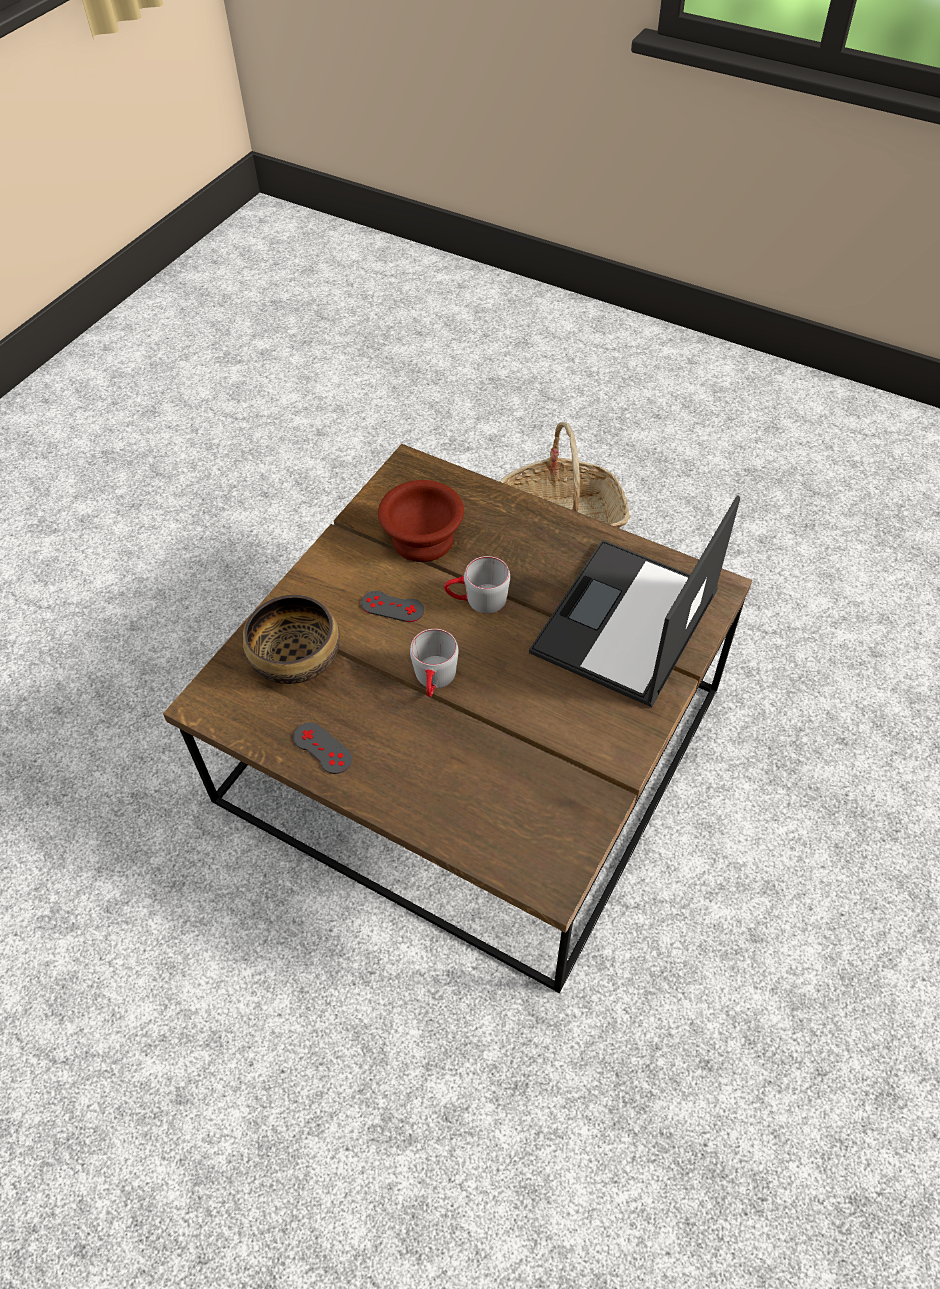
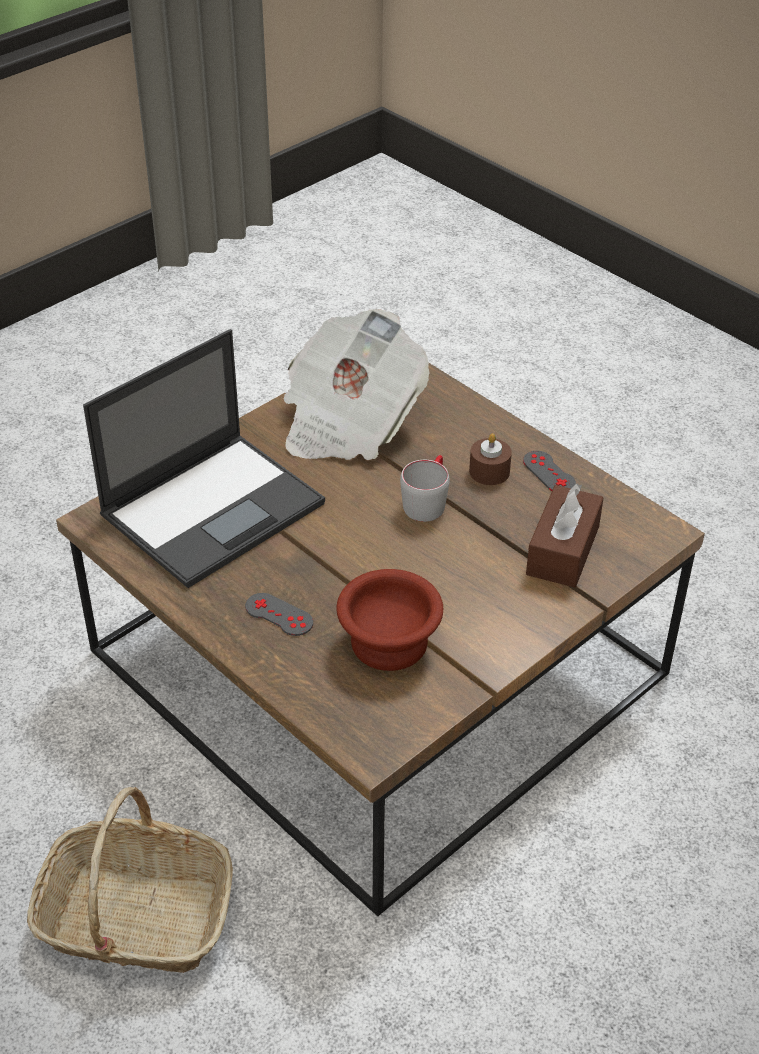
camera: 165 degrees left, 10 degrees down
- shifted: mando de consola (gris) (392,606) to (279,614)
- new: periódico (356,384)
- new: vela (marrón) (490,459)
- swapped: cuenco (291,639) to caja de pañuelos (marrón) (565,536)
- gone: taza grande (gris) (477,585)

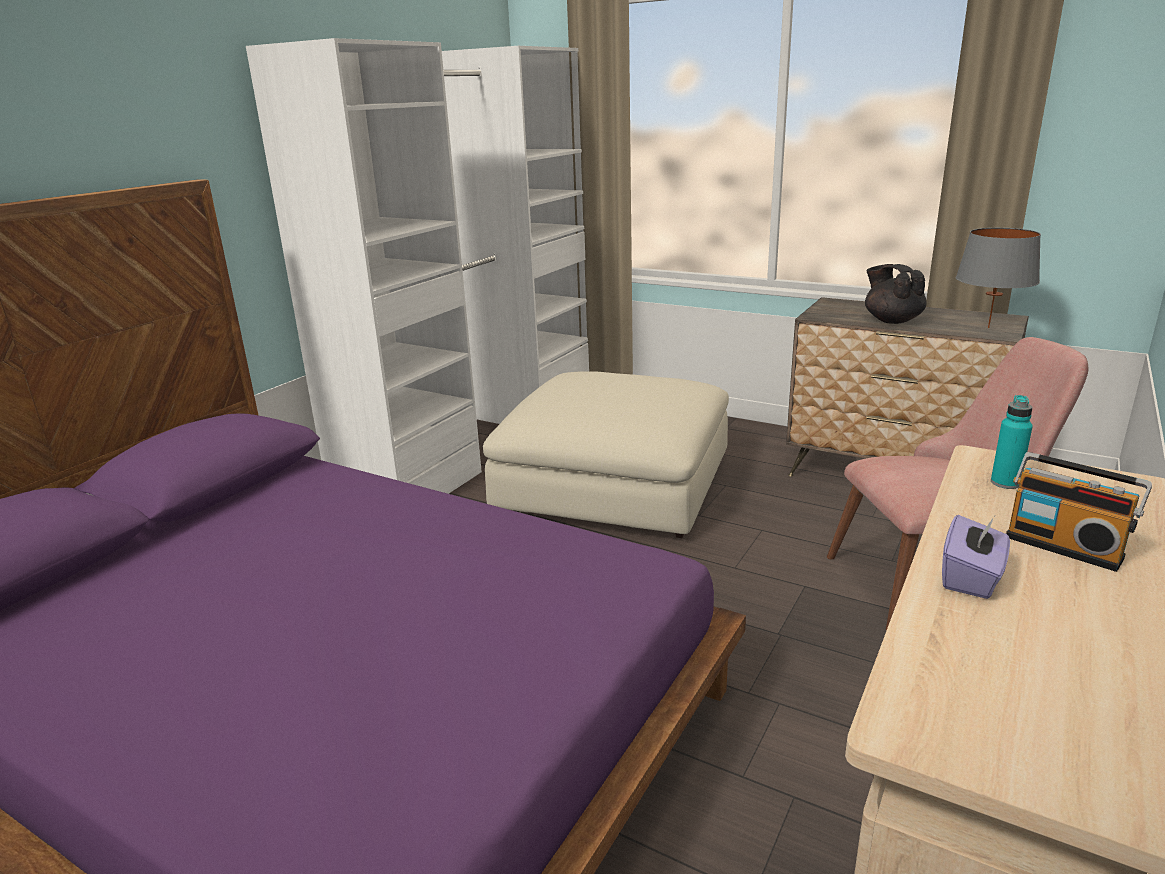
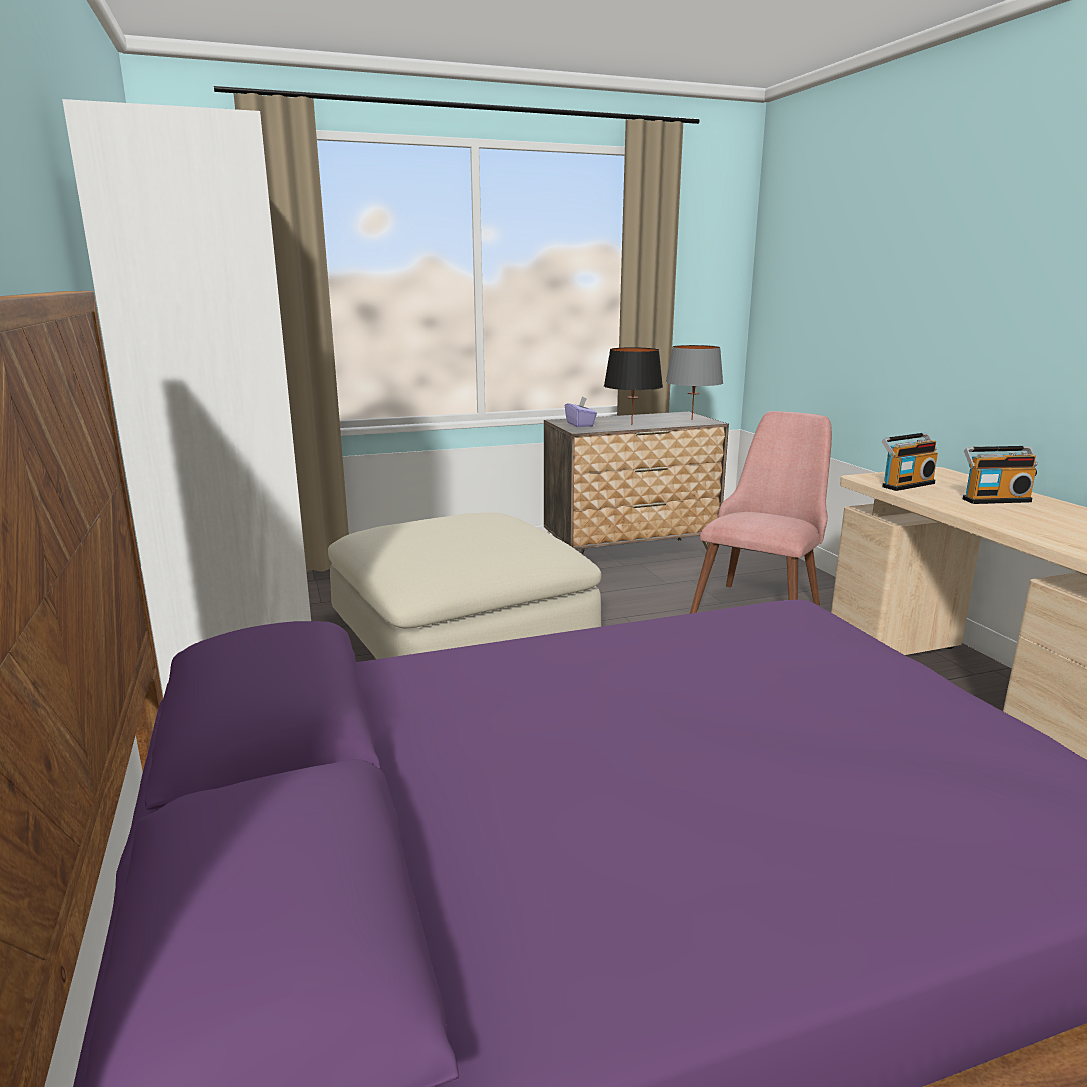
camera: 50 degrees left, 5 degrees down
- shifted: caja de pañuelos (morado) (976,557) to (581,411)
- swapped: tetera (negro) (896,294) to lámpara de mesa (negro) (633,386)
- swapped: botella (turquesa) (1012,442) to radio (910,461)

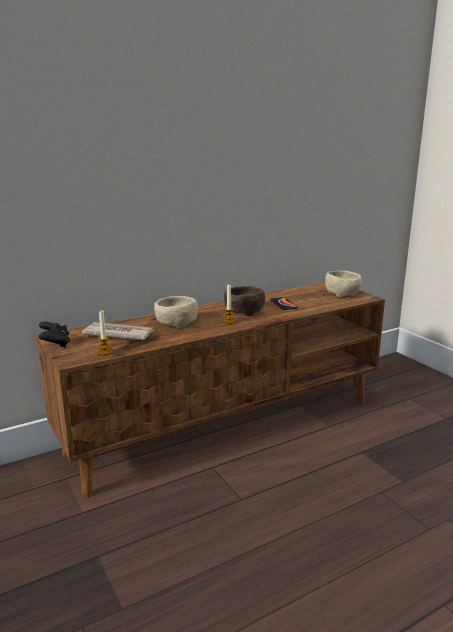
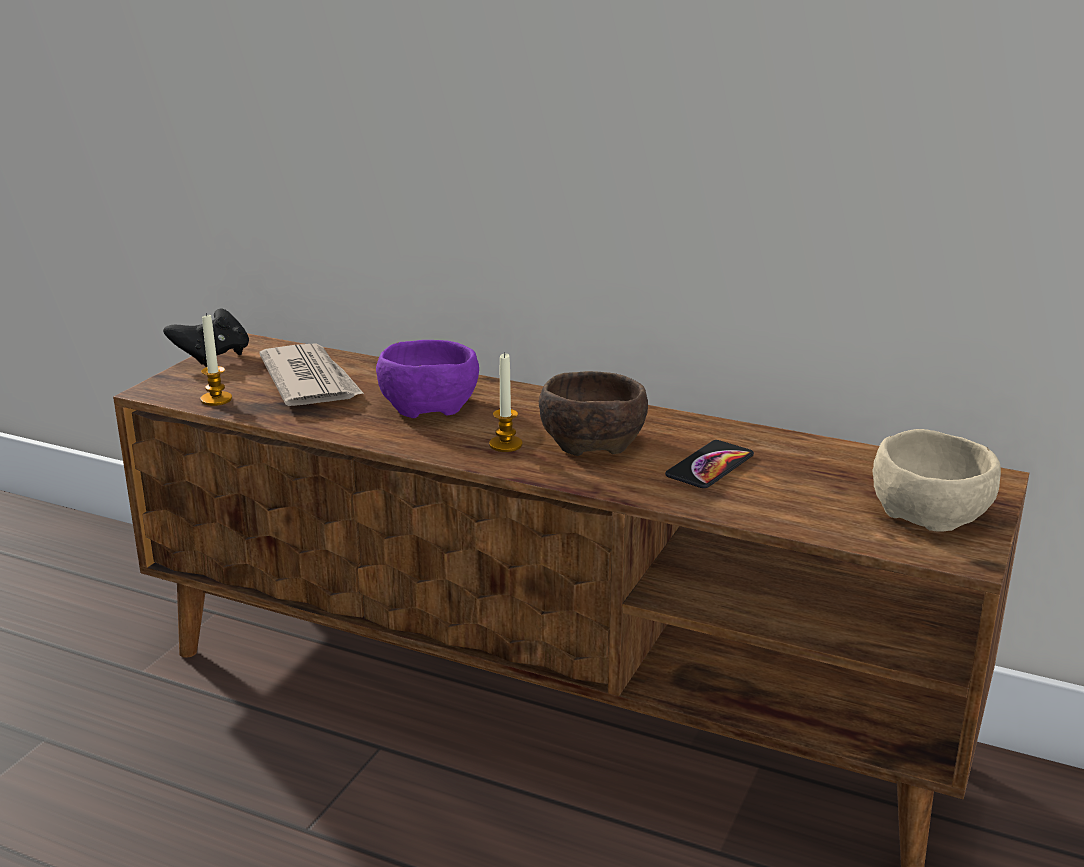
camera: 55 degrees right, 5 degrees up
- repainted: cuenco (beis) (176,312) to cuenco (morado) (427,379)

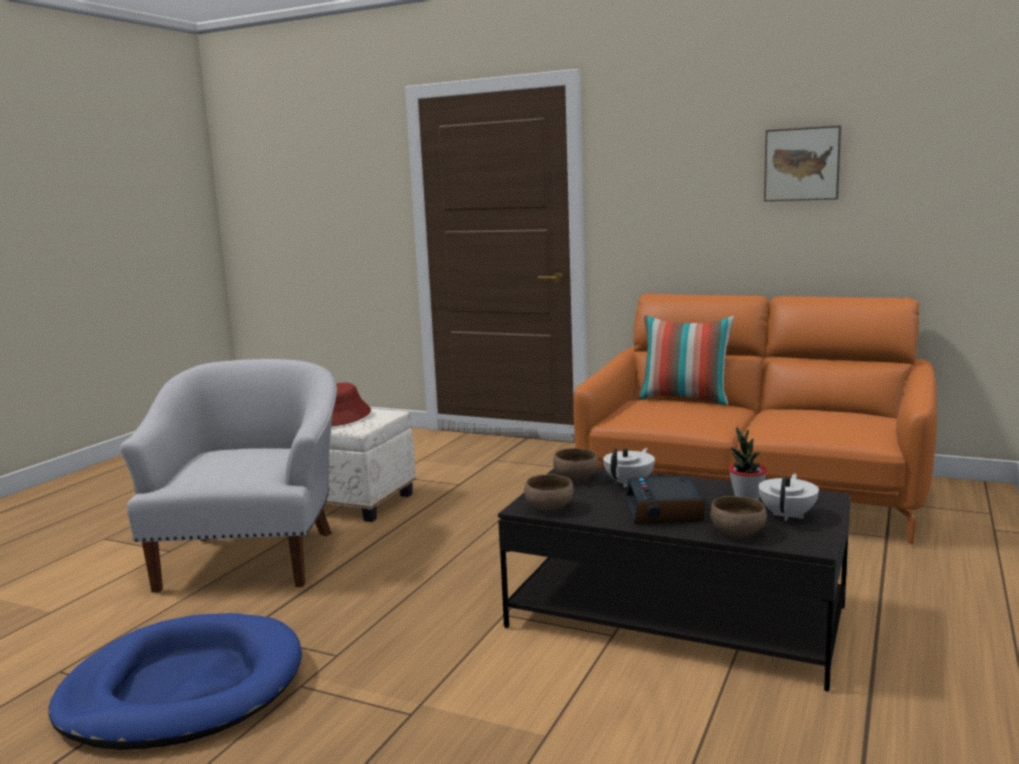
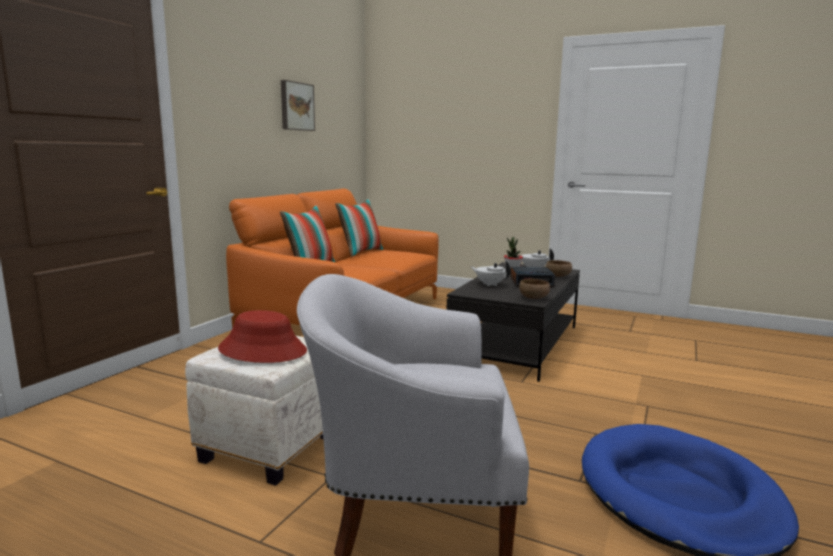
camera: 90 degrees left, 0 degrees up
- new: cojín (359,228)
- gone: cuenco (marrón) (576,464)

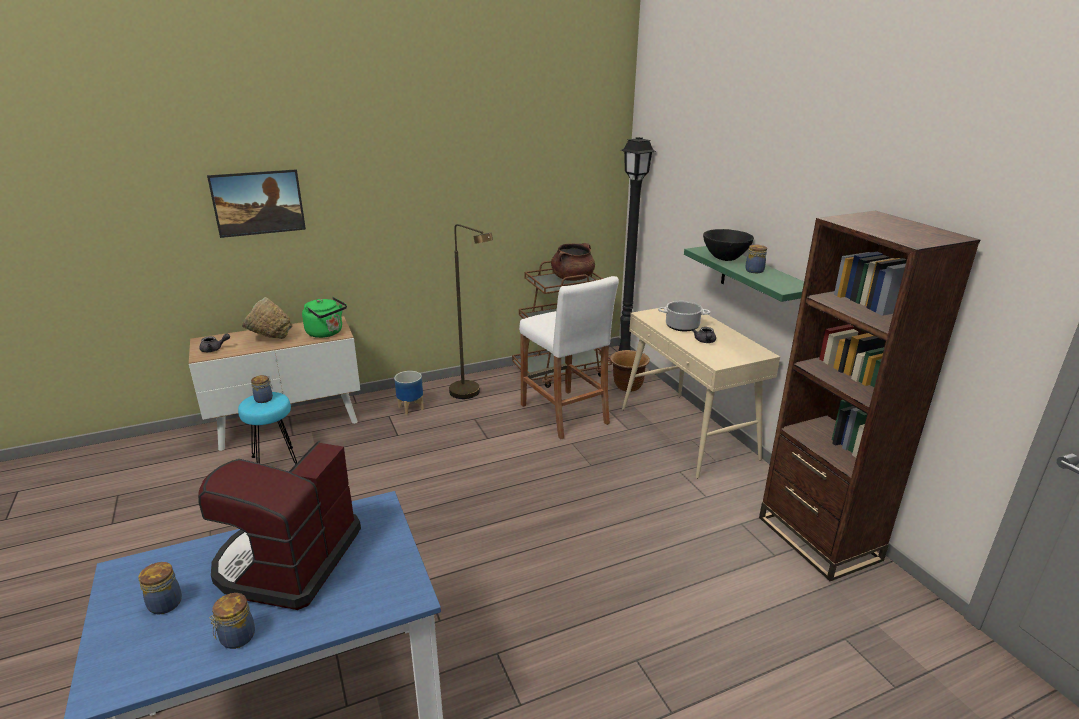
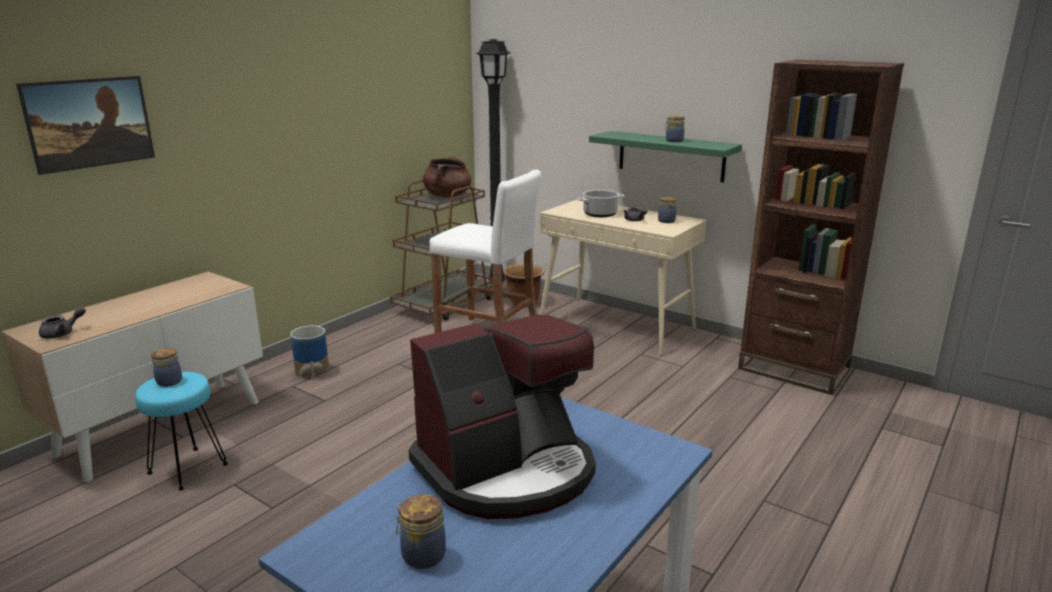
camera: 30 degrees left, 5 degrees down
- rotated: cafetera (279,525) = (502,417) 105 degrees counterclockwise
- shifted: tarro (232,621) to (667,210)
- gone: cuenco (verde) (267,318)
- gone: hervidor (verde) (324,317)
- gone: lámpara de pie (marrón) (471,311)
- gone: cuenco (negro) (728,245)

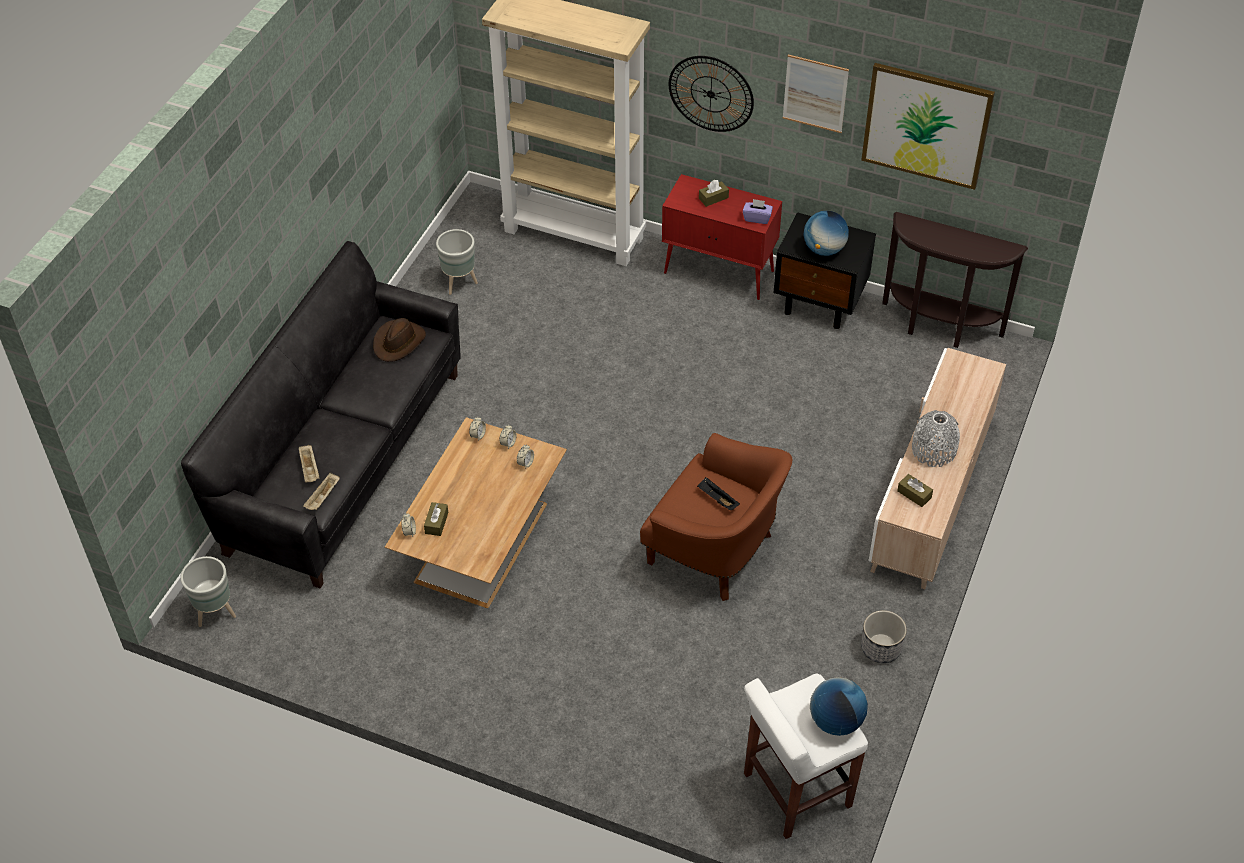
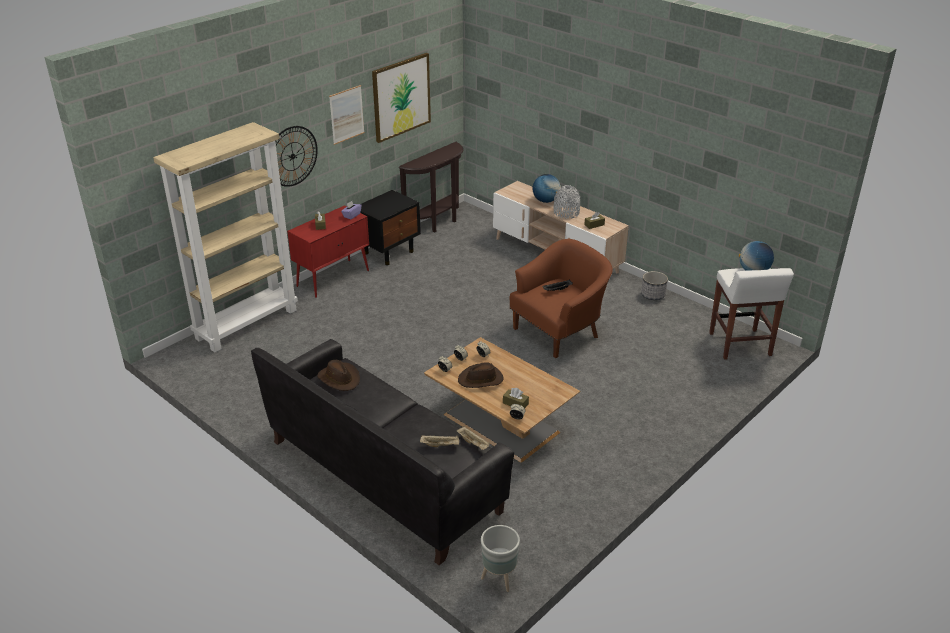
camera: 70 degrees left, 15 degrees down
- new: sombrero (marrón) (481,375)
- shifted: globo terráqueo (826,233) to (546,188)
- gone: maceta (gris) (457,262)

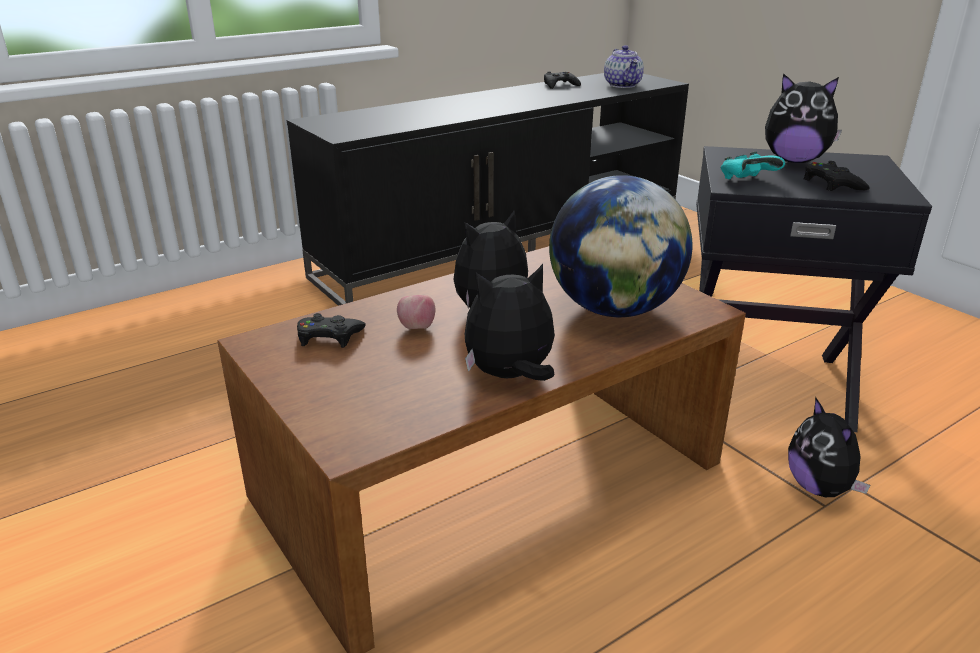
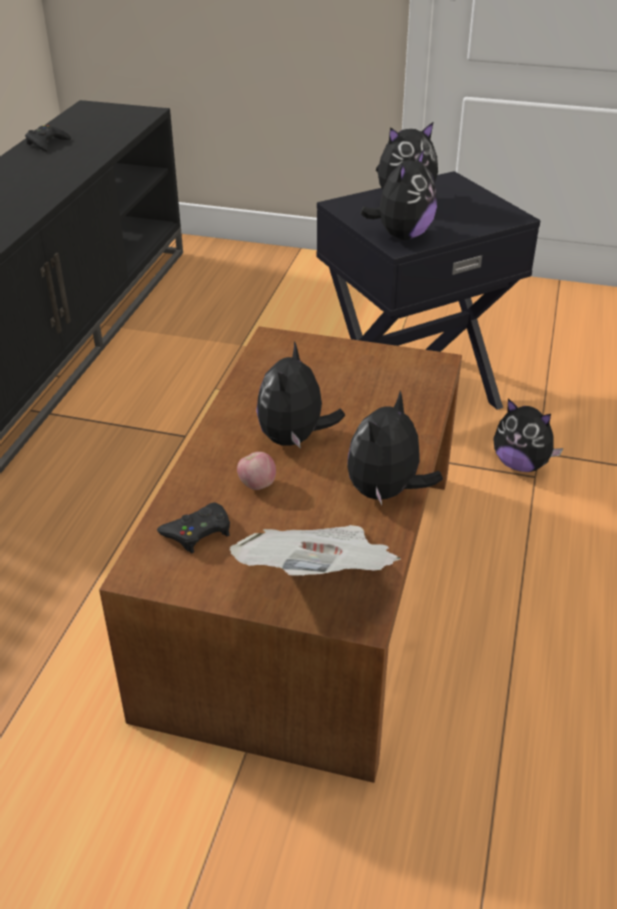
camera: 40 degrees left, 10 degrees up
- new: periódico (315,550)
- swapped: mando de consola (turquesa) (753,165) to peluche (398,194)
- gone: globo terráqueo (620,246)
- gone: tetera (624,66)
- gone: mando de consola (negro) (836,176)

